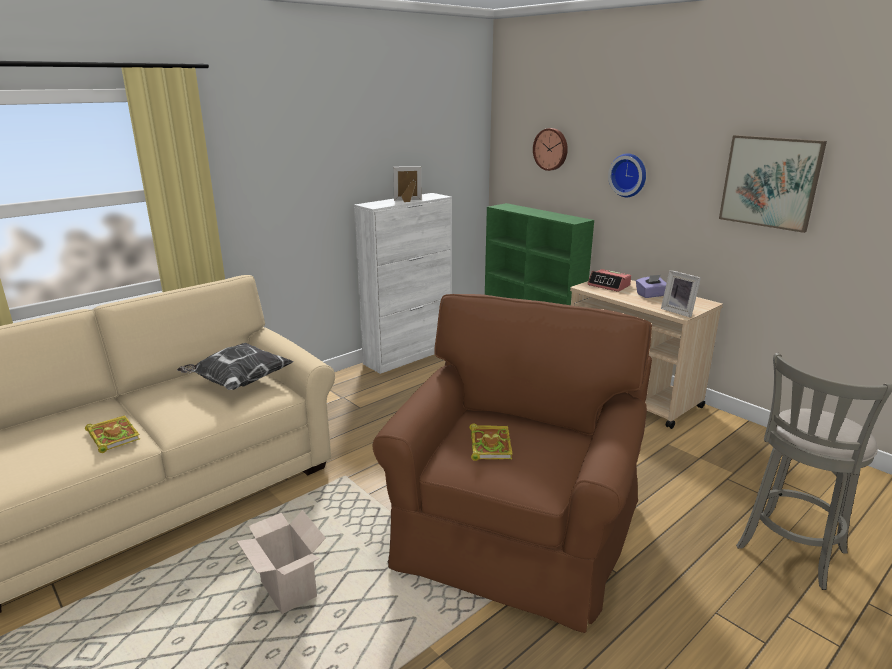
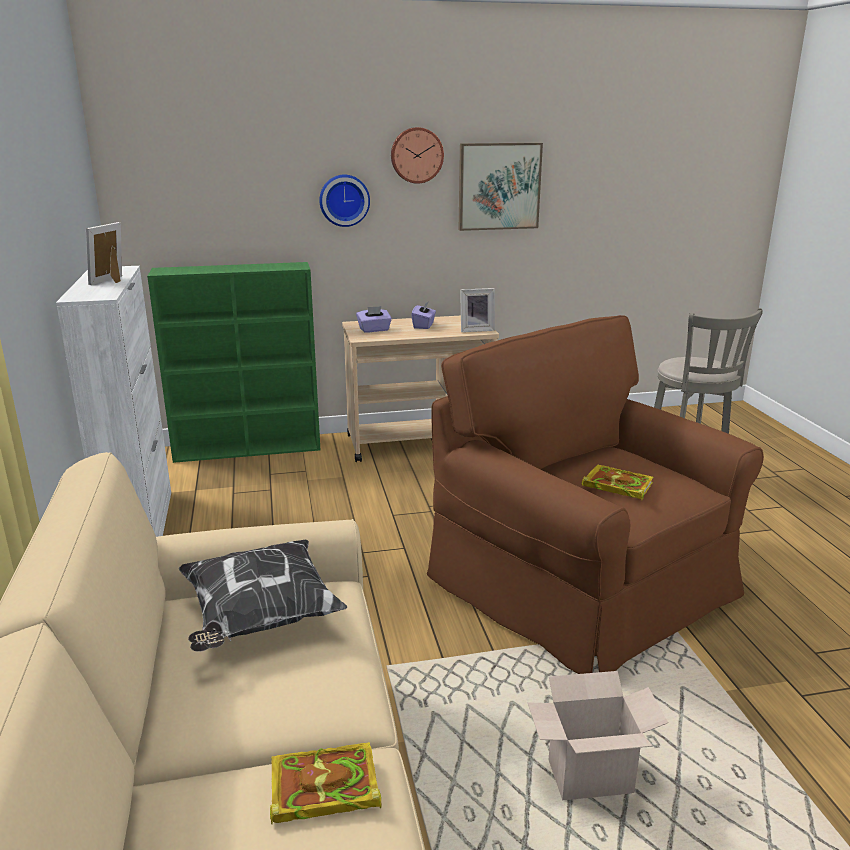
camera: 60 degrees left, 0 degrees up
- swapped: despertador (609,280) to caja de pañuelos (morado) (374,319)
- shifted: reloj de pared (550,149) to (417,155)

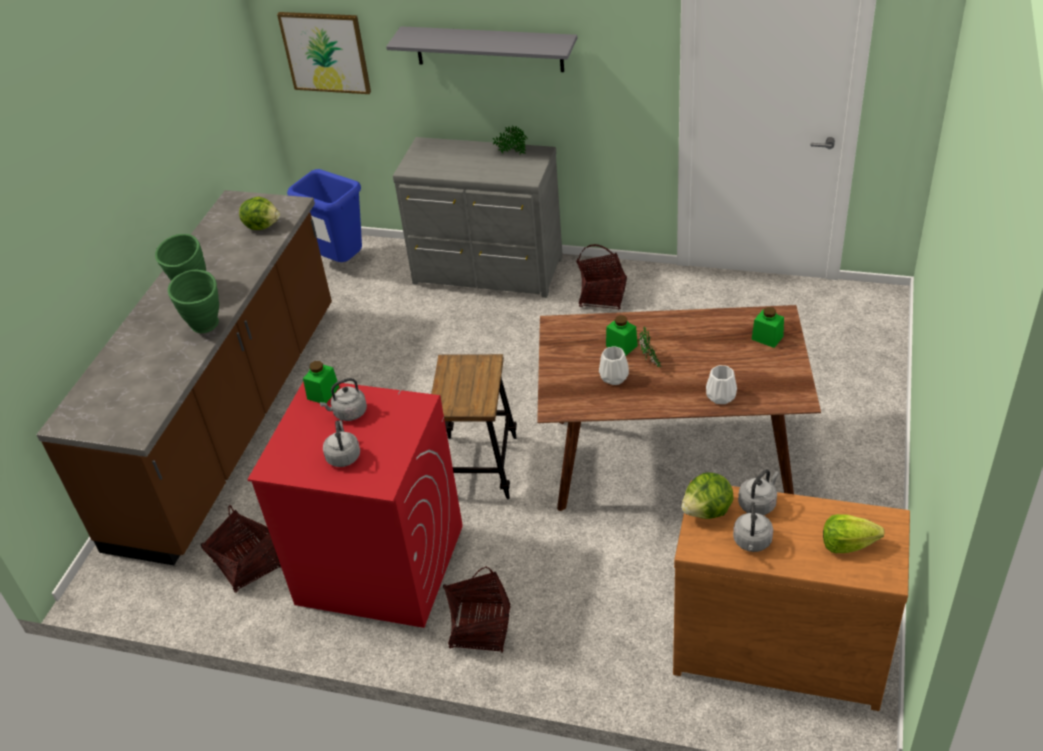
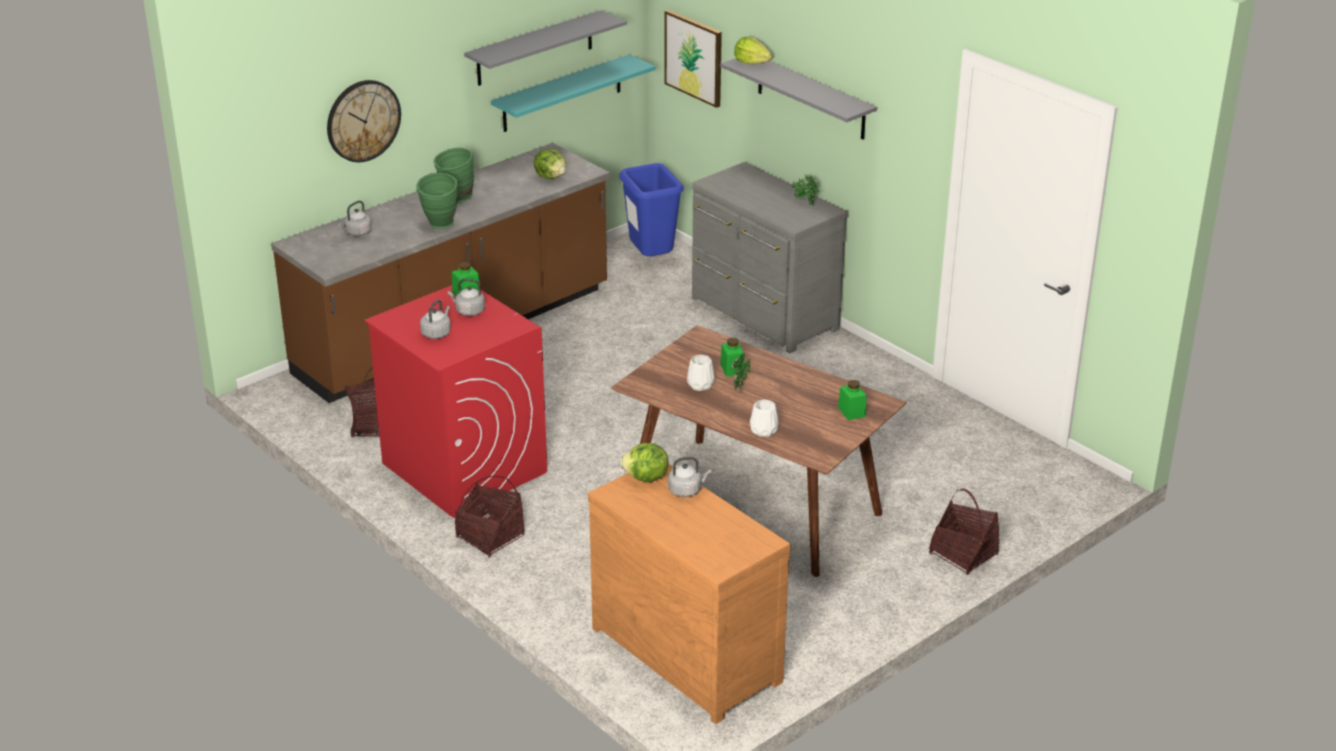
camera: 30 degrees right, 10 degrees down
- new: reloj de pared (364,121)
- shifted: hervidor (gris) (753,527) to (355,218)
- new: estante (gris) (545,48)
- new: estante (turquesa) (573,93)
- shifted: lechuga (854,533) to (753,50)
- shifted: cesta (602,277) to (964,531)
- gone: taburete (474,426)

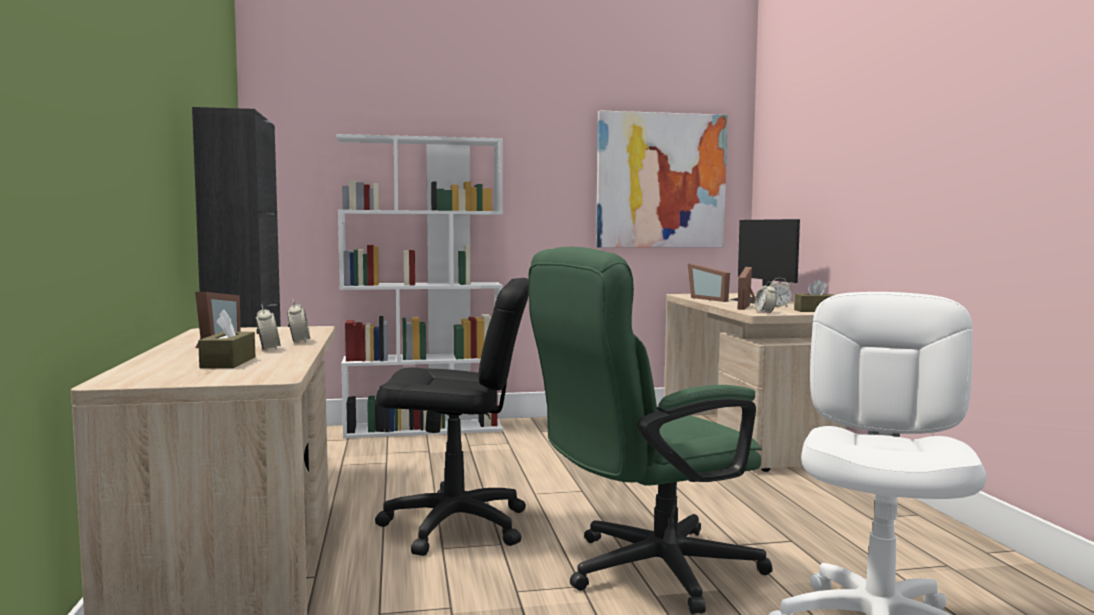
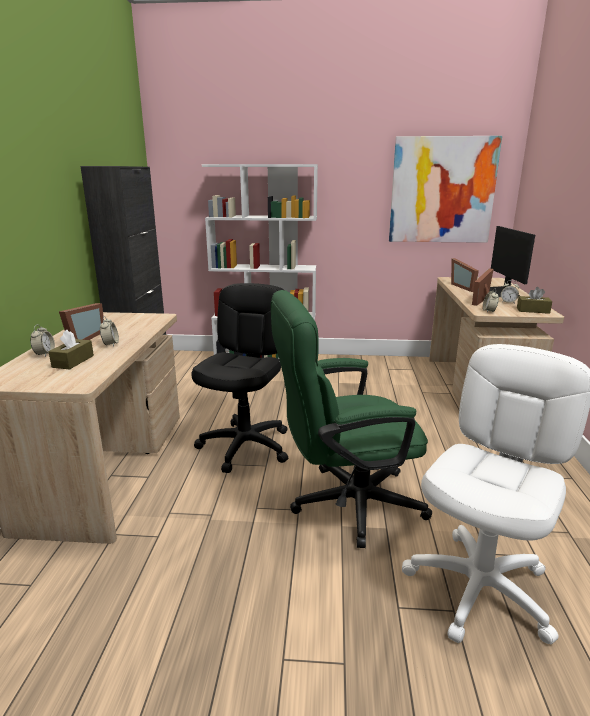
camera: 15 degrees right, 15 degrees up
- shifted: despertador (298,321) to (42,340)
- rotated: silla de oficina (negro) (452,417) = (239,378) 90 degrees counterclockwise

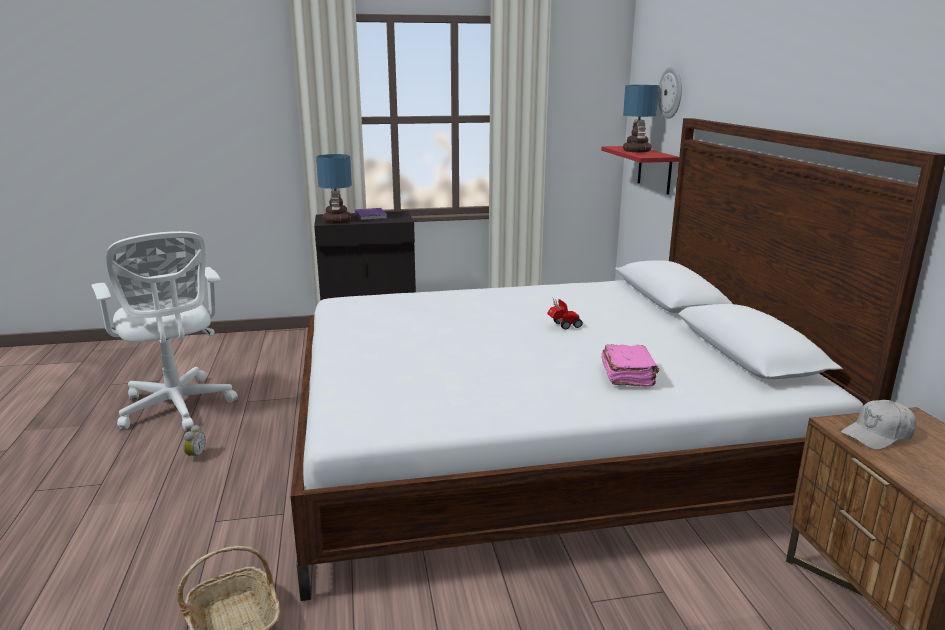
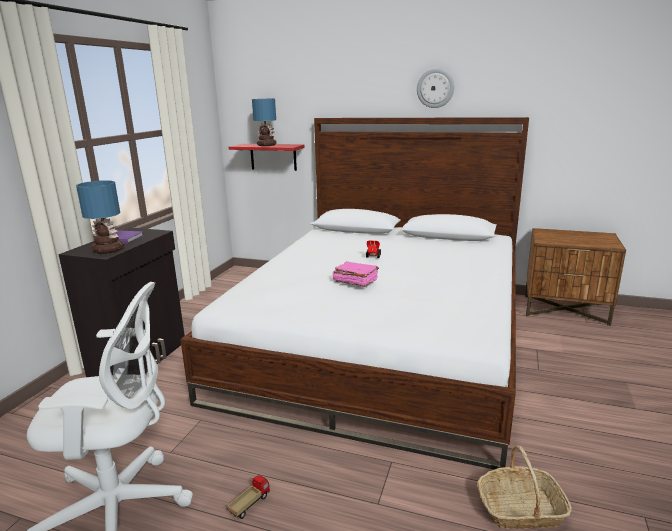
camera: 60 degrees left, 0 degrees up
- swapped: despertador (194,443) to camión de juguete (248,497)
- shifted: libro (rosa) (630,365) to (356,274)
- shifted: reloj de pared (670,93) to (435,88)
- gone: gorra (blanco) (878,425)

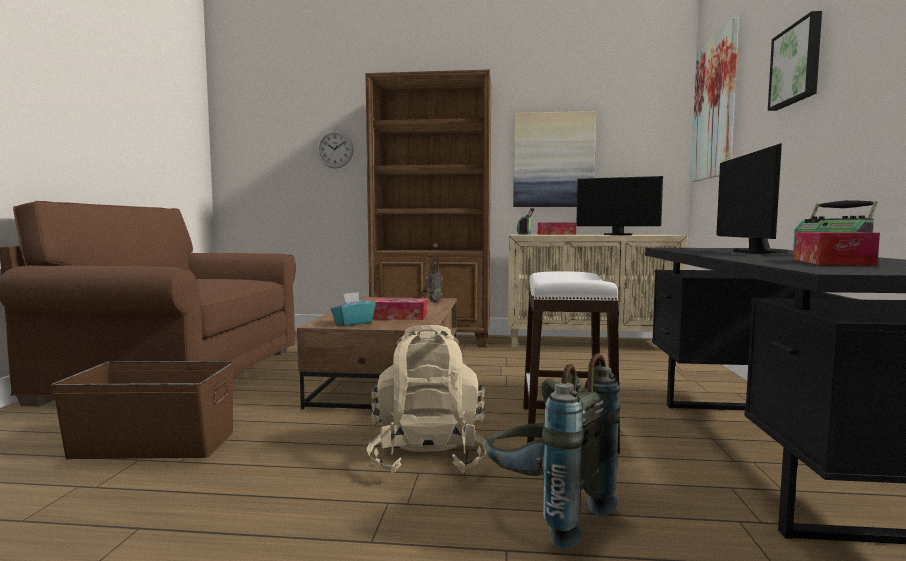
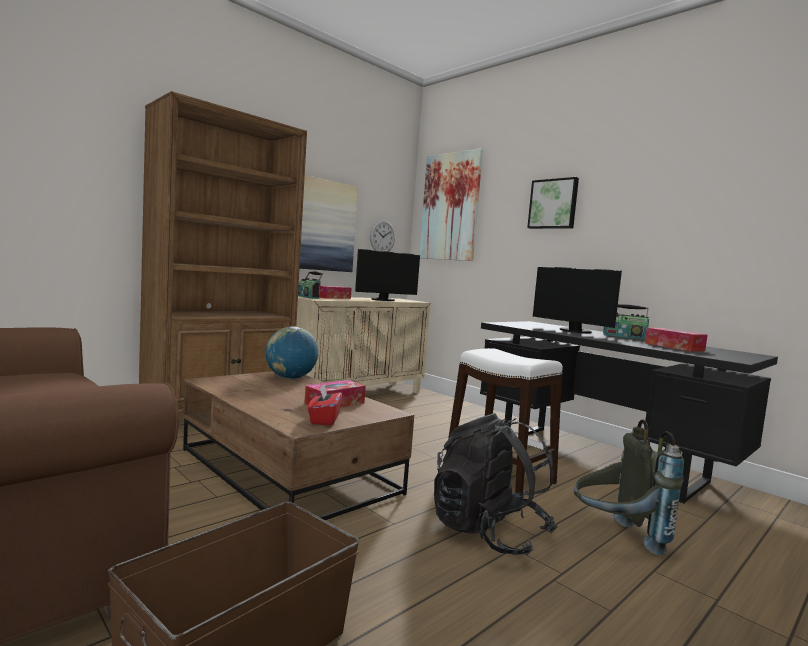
camera: 50 degrees left, 0 degrees up
- swapped: radio (433,278) to globo terráqueo (292,352)
- repainted: caja de pañuelos (turquesa) (353,309) to caja de pañuelos (rojo) (325,405)
- shifted: reloj de pared (335,149) to (382,236)
- repainted: mochila (beis) (426,399) to mochila (negro) (496,484)

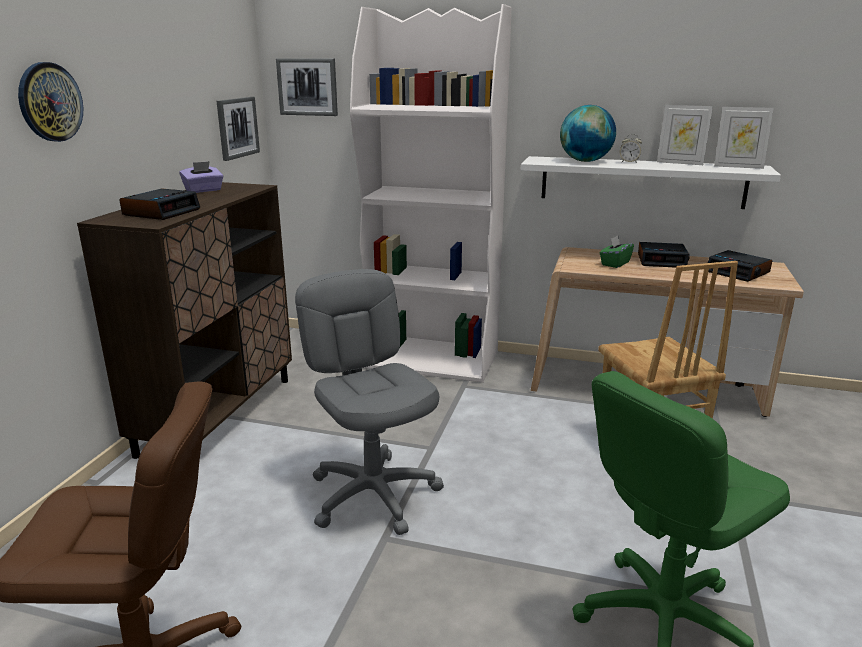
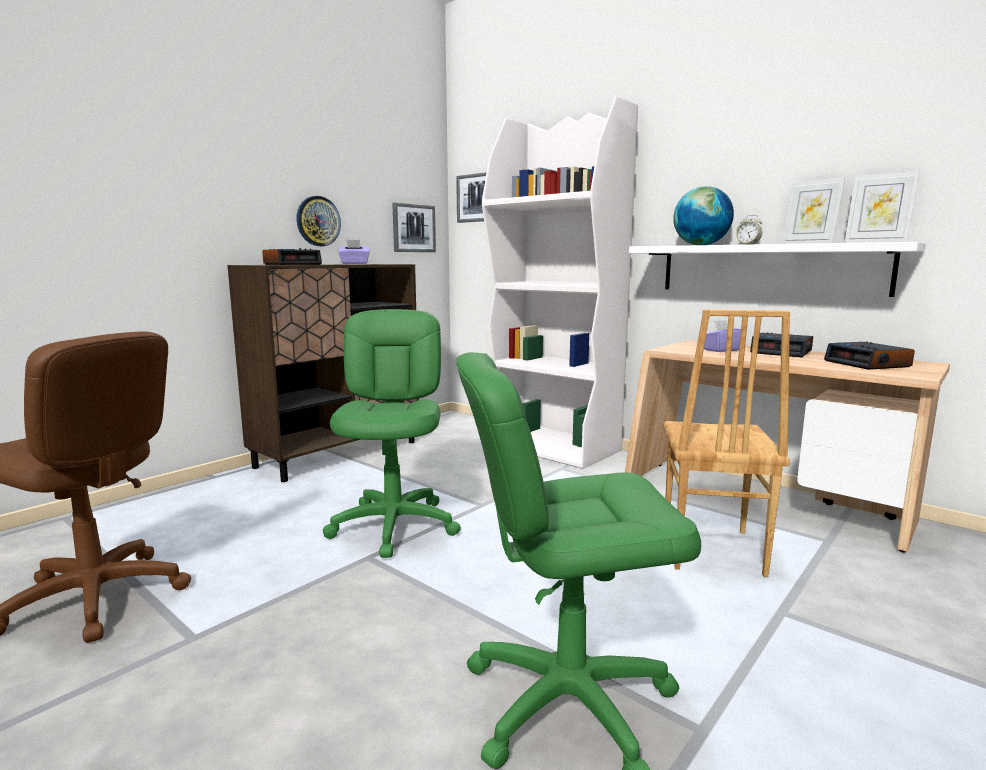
camera: 25 degrees right, 10 degrees down
- shifted: reloj de pared (50,102) to (318,221)
- repainted: silla de oficina (gris) (369,402) to silla de oficina (verde) (392,433)
- repainted: caja de pañuelos (verde) (617,252) to caja de pañuelos (morado) (722,336)

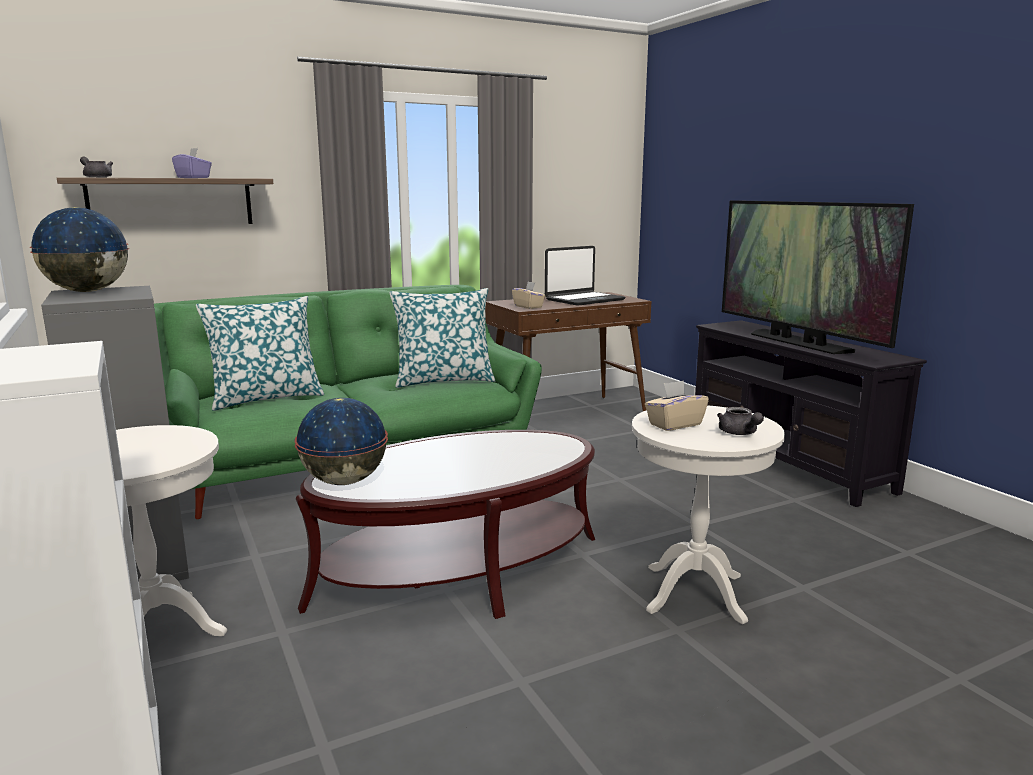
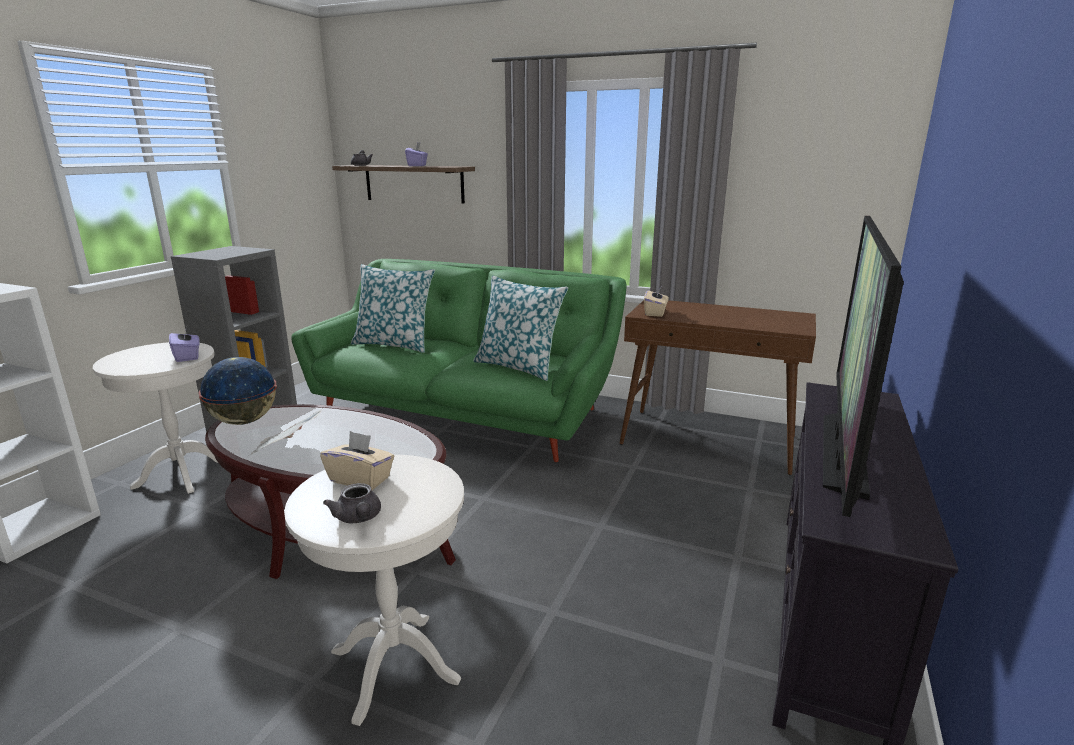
camera: 50 degrees right, 5 degrees up
- new: caja de pañuelos (morado) (184,344)
- new: periódico (285,432)
- rotated: tetera (gris) (740,421) = (352,503) 60 degrees counterclockwise
- gone: globo terráqueo (79,249)
- gone: portátil (585,276)

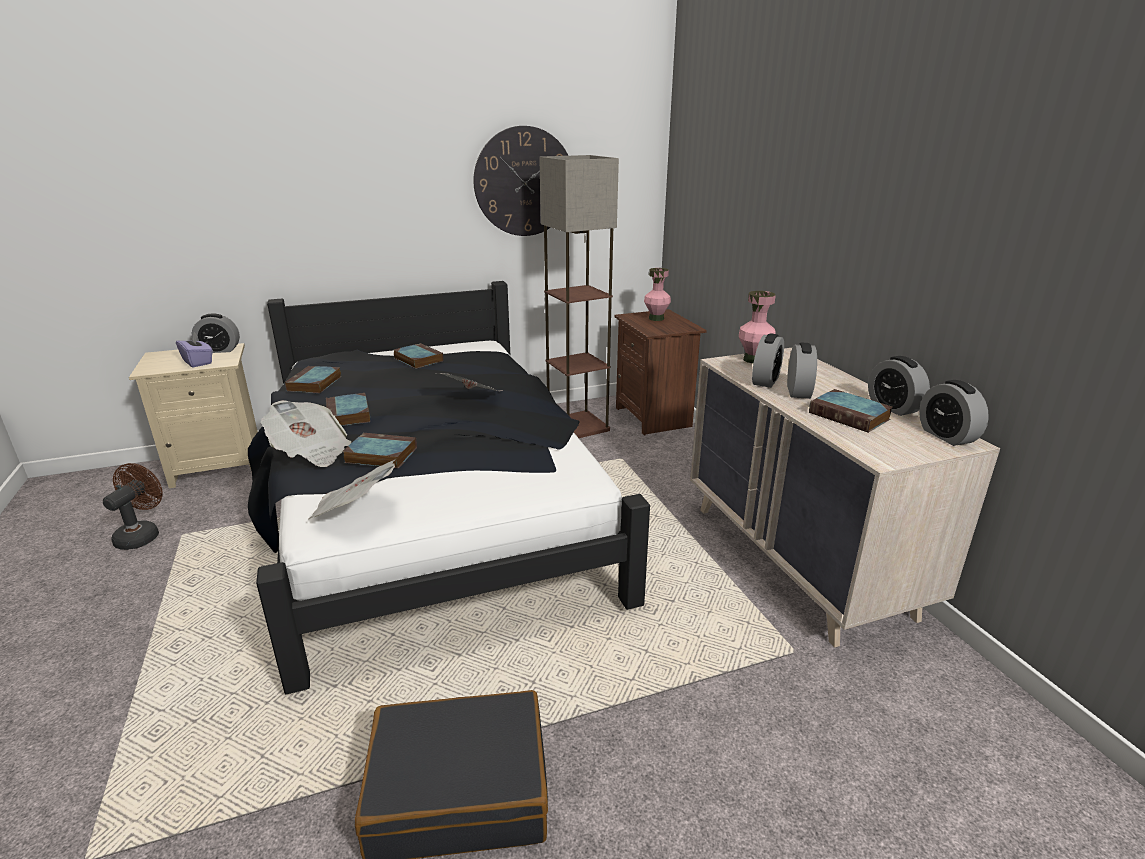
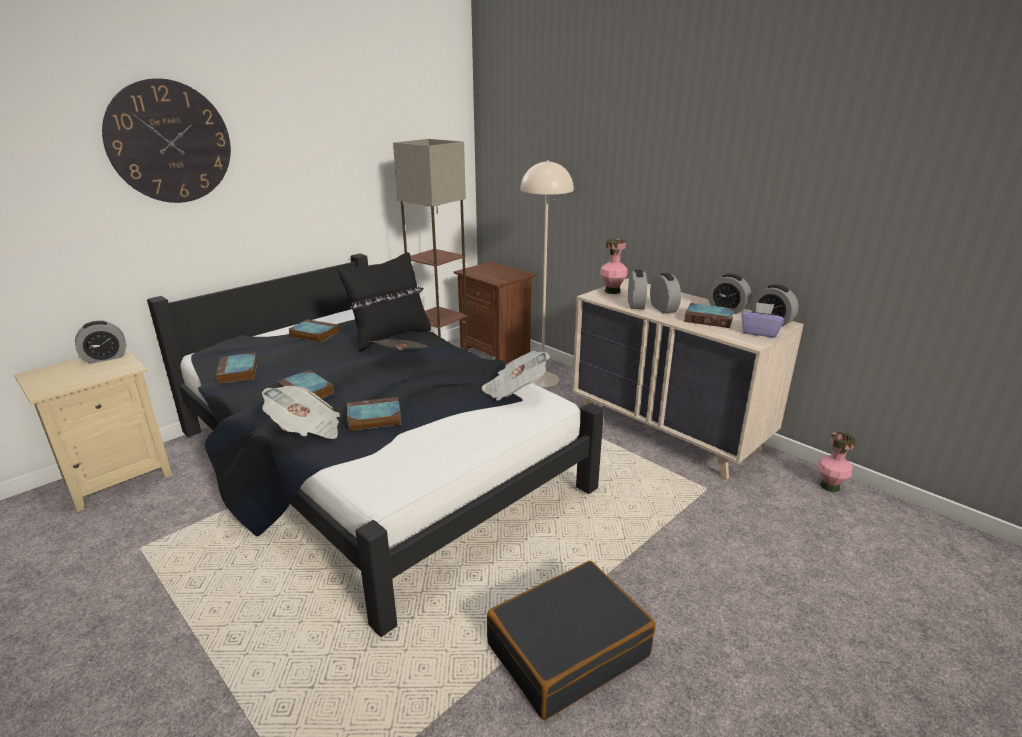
camera: 25 degrees left, 0 degrees up
- shifted: reloj de pared (520,181) to (166,140)
- new: cojín (negro) (384,302)
- shifted: periódico (351,490) to (515,375)
- new: lámpara de pie (beis) (547,273)
- shifted: caja de pañuelos (morado) (194,350) to (763,320)
- shifted: florero (rosa) (657,294) to (837,462)
- gone: ventilador (marrón) (133,506)

